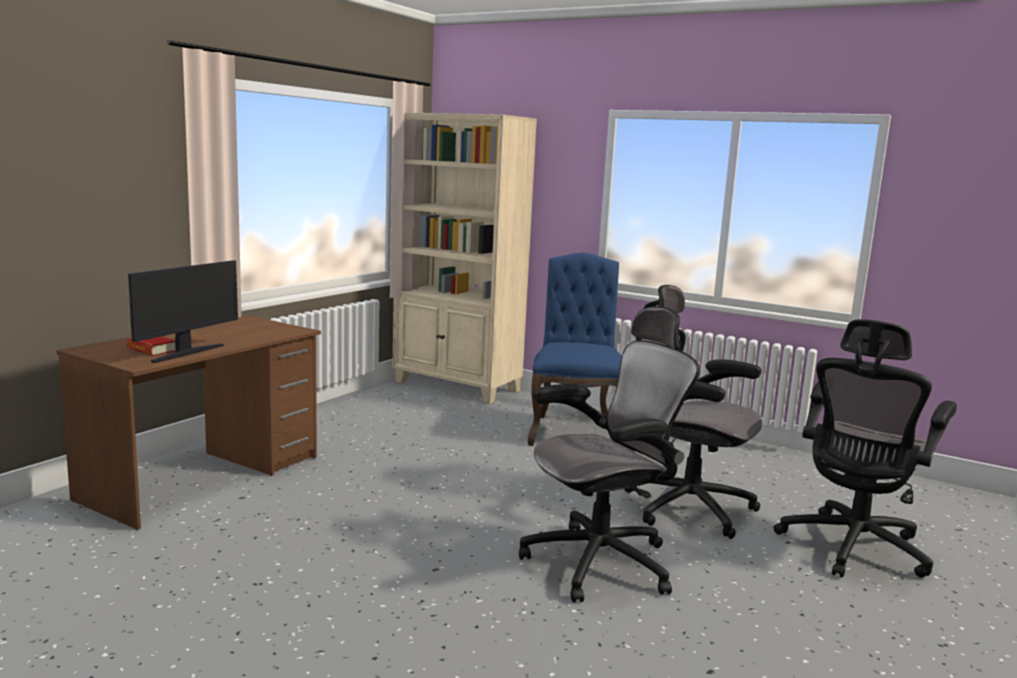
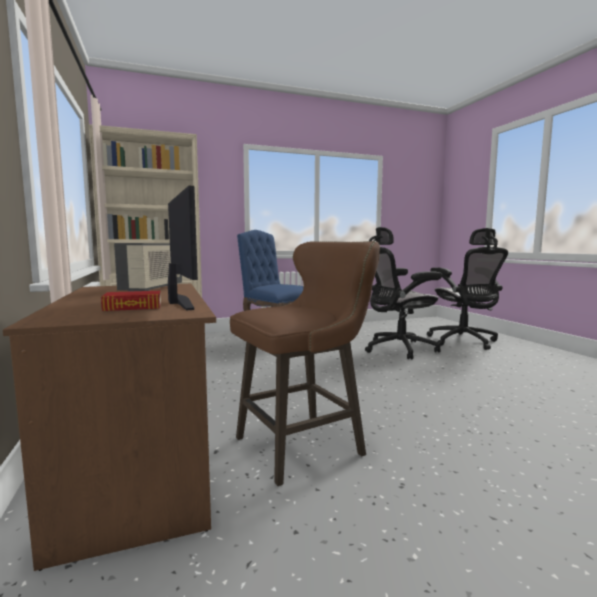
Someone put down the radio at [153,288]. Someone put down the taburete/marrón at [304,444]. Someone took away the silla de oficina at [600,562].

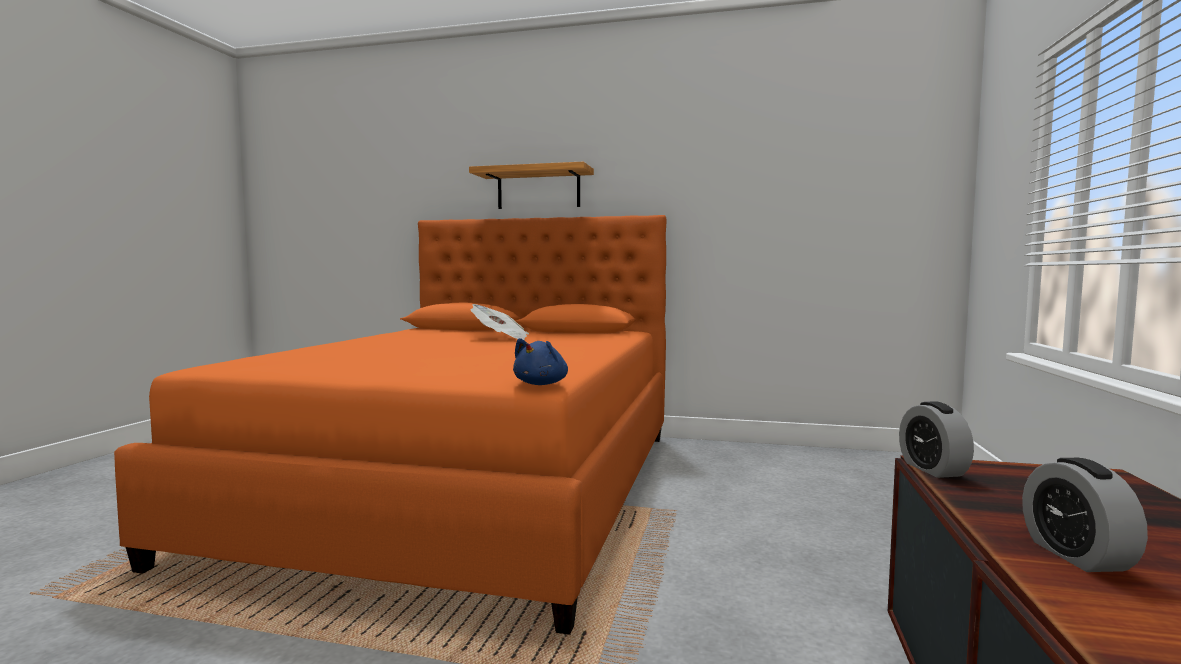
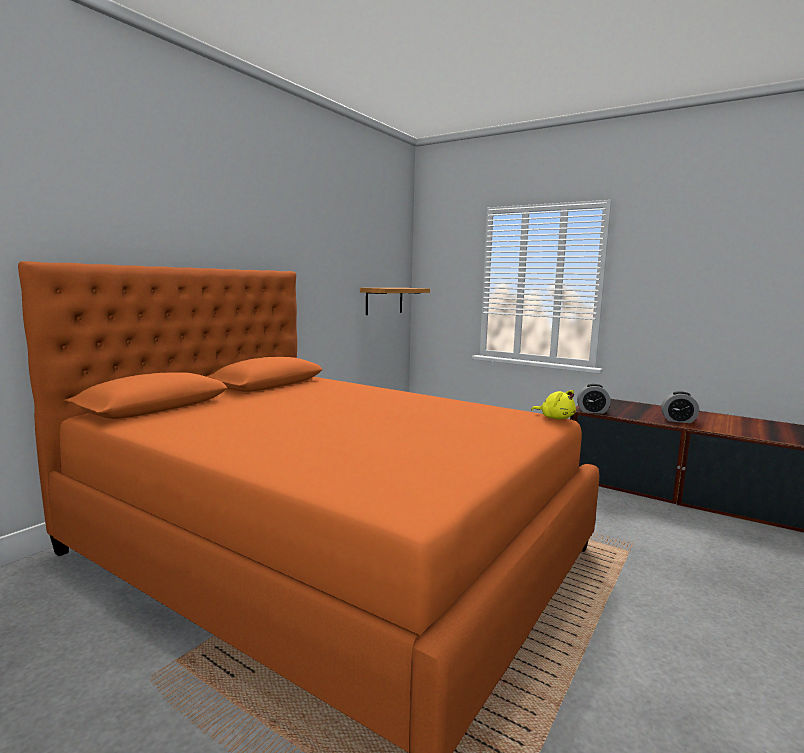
Someone carried the estante from [538,189] to [384,300]. Someone repainted the peluche/azul at [542,384], which became the peluche/amarillo at [555,418]. Someone took away the periódico at [501,338].

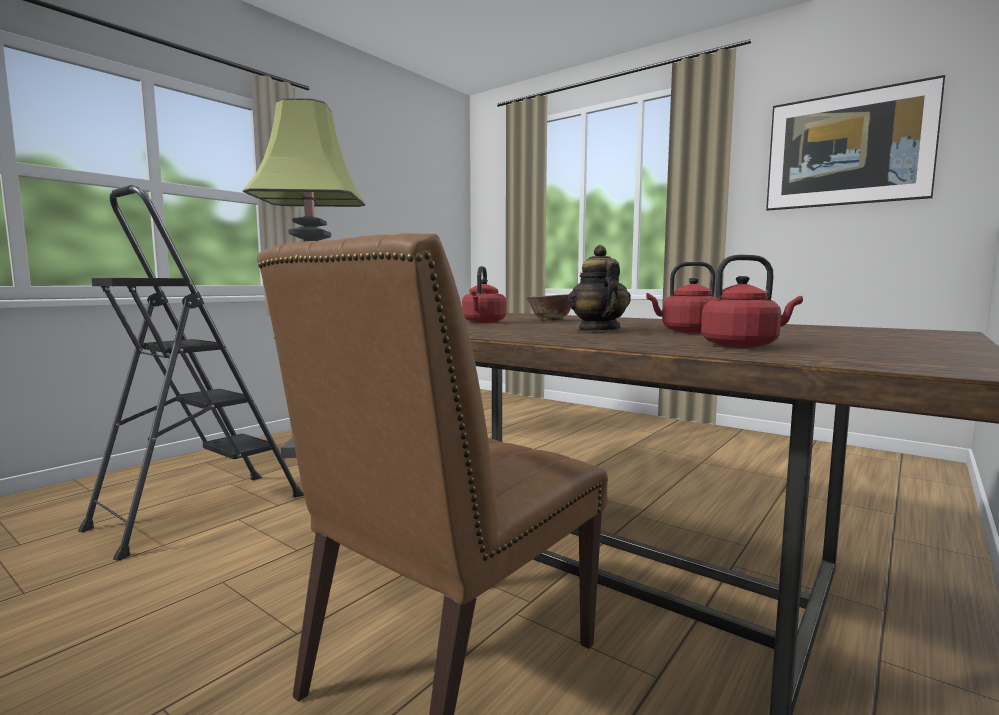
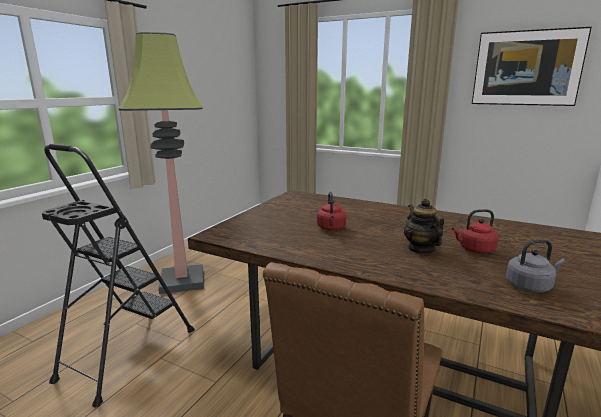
Someone repainted the hervidor/rojo at [743,346], which became the hervidor/gris at [530,286]. Someone took away the cuenco at [551,320].

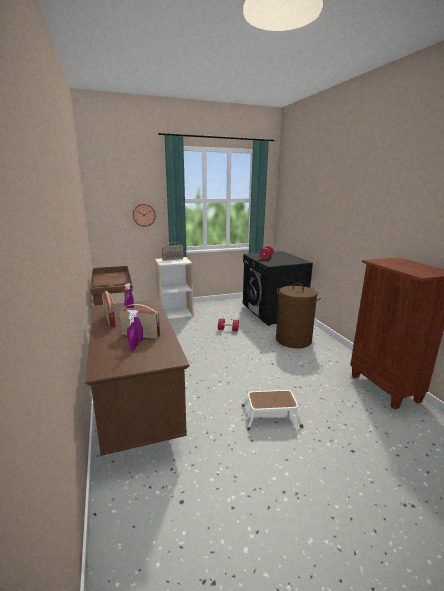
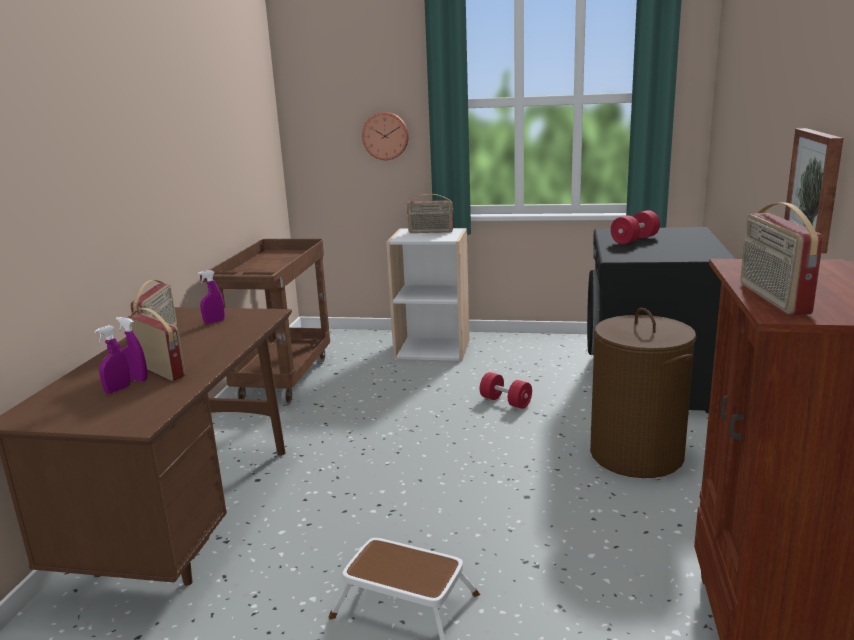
Someone put down the radio at [772,298]. Someone put up the cuadro at [816,188].

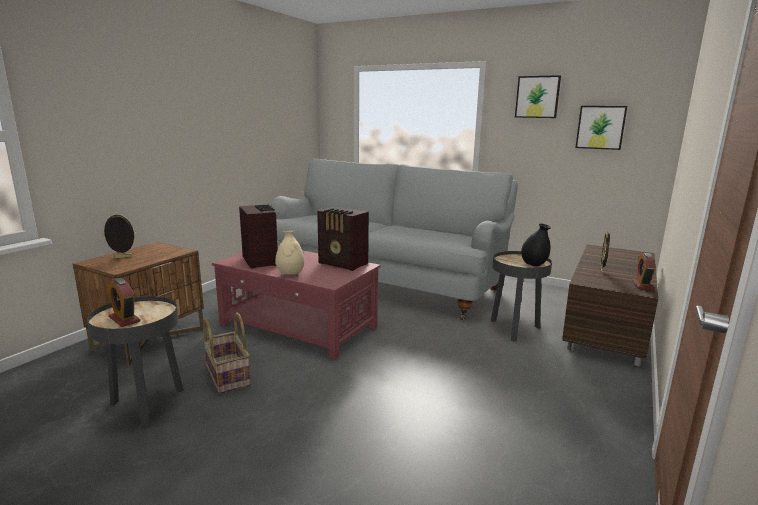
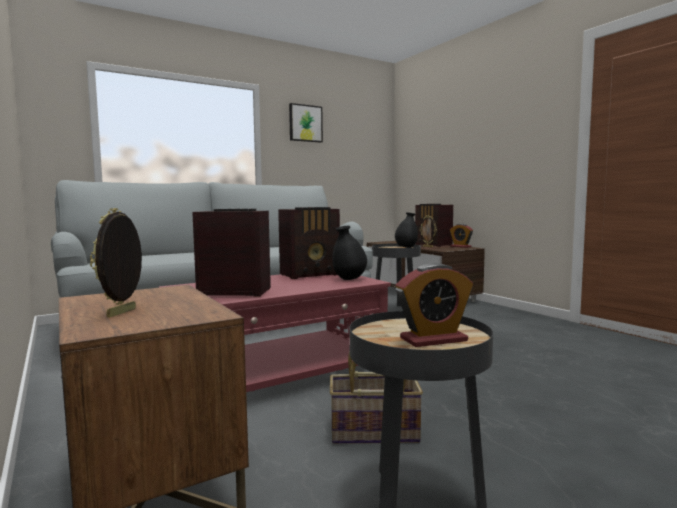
Someone put down the florero/negro at [349,279]. Someone put down the radio at [433,245]. Someone took away the florero/beis at [290,274]. Someone took away the cuadro at [600,127].

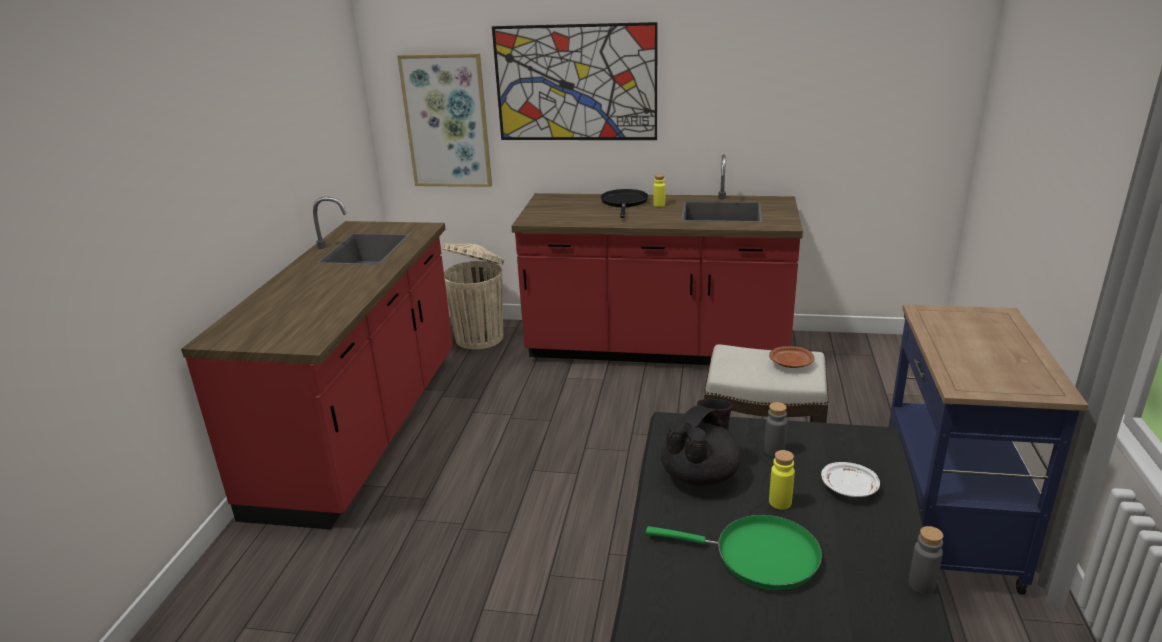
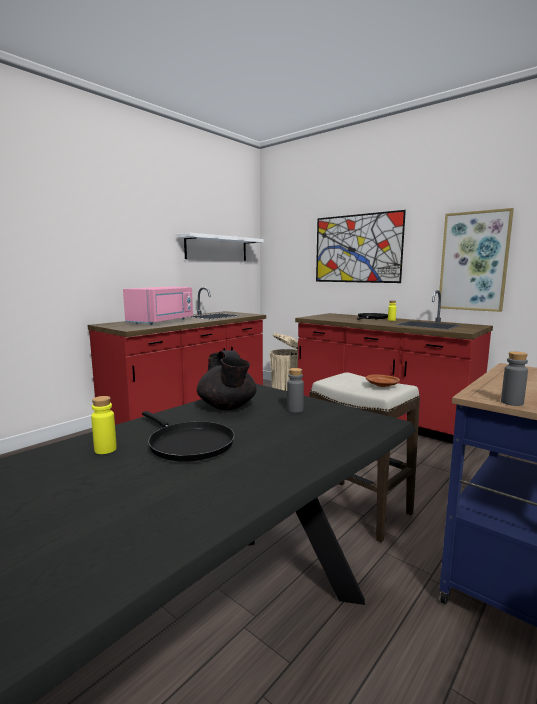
Someone carried the botella/amarillo from [780,502] to [105,449]. Someone put down the microondas/rosa at [162,321]. Someone repainted the sartén/verde at [759,556], which became the sartén/negro at [188,444]. Someone put up the estante/blanco at [216,248]. Someone rotated the tetera/negro at [700,475] by 90 degrees clockwise. Someone carried the cuadro from [447,121] to [473,261]. Someone carried the botella/gris from [921,584] to [512,403]. Someone took away the plato/blanco at [849,488].

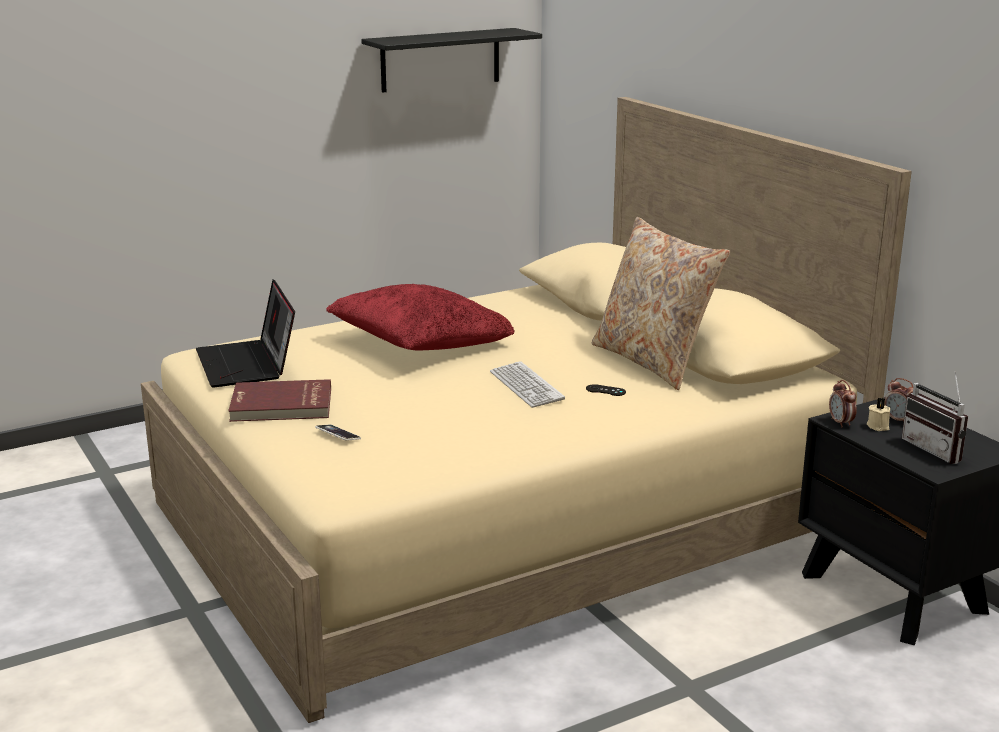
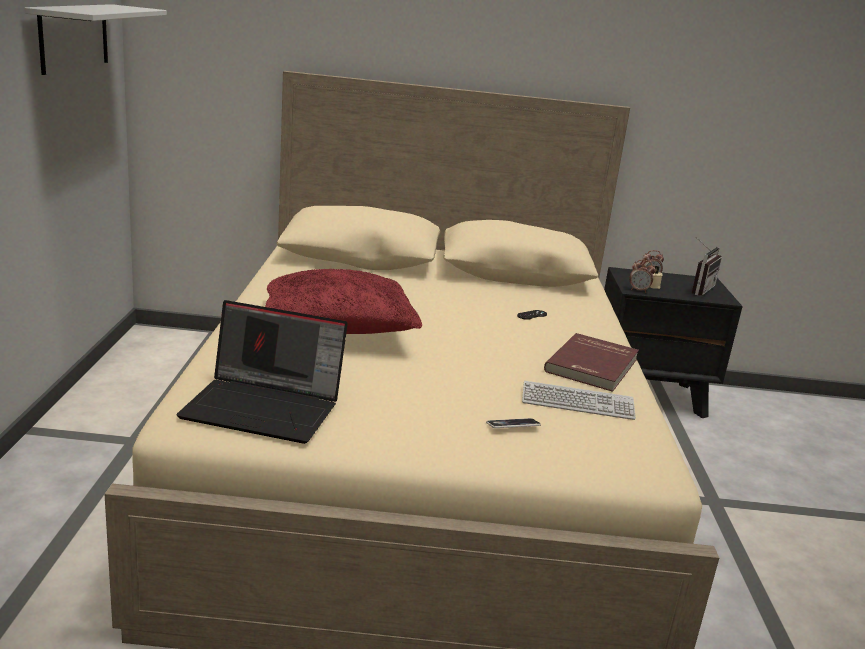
Someone repainted the estante/negro at [440,60], which became the estante/blanco at [74,37]. Someone carried the teclado from [526,386] to [577,402]. Someone carried the libro/rojo from [281,405] to [593,366]. Someone rotated the radio at [937,450] by 60 degrees counterclockwise. Someone took away the cojín/beis at [653,362].

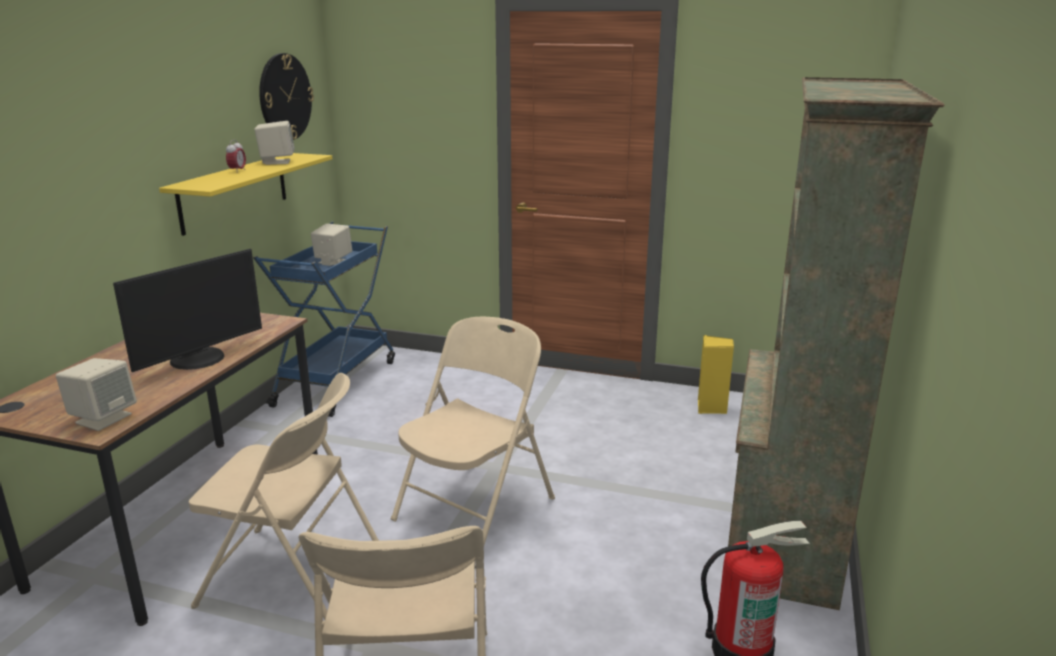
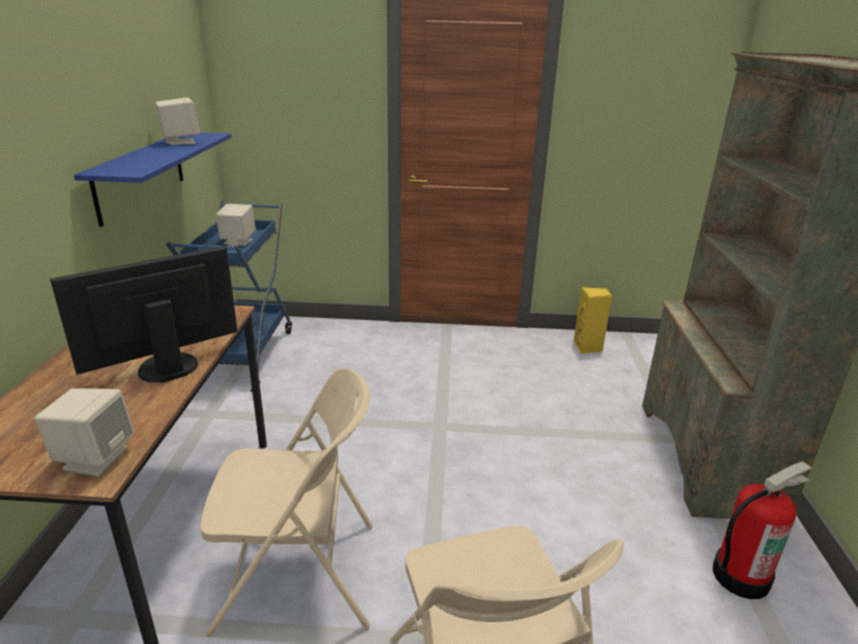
Someone rotated the monitor at [199,359] by 150 degrees counterclockwise. Someone repainted the estante/amarillo at [234,192], which became the estante/azul at [141,175]. Someone took away the despertador at [237,171]. Someone took away the reloj de pared at [285,97]. Someone took away the silla/beis at [475,509].

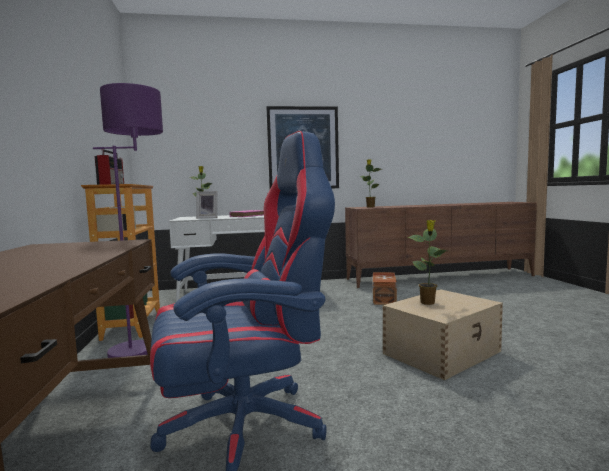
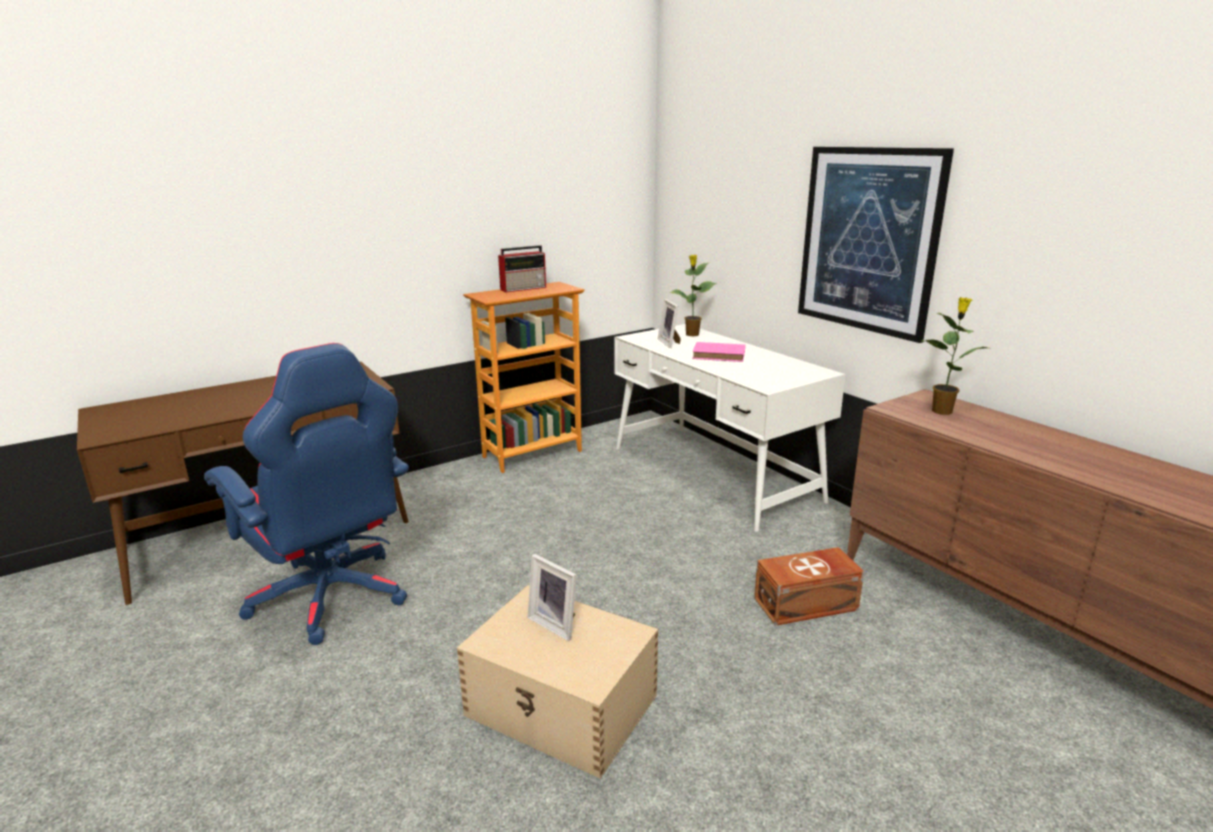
Someone swapped the planta en maceta at [428,303] for the portarretratos at [556,623]. Someone took away the lámpara de pie/morado at [144,352].

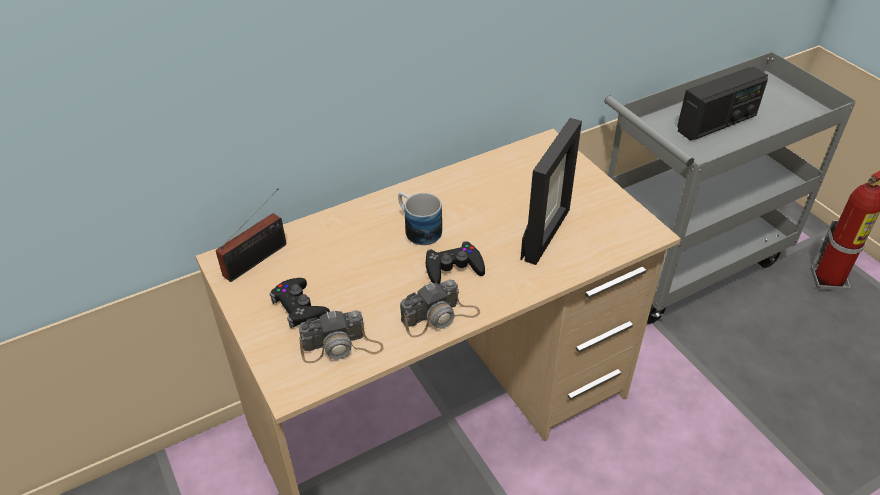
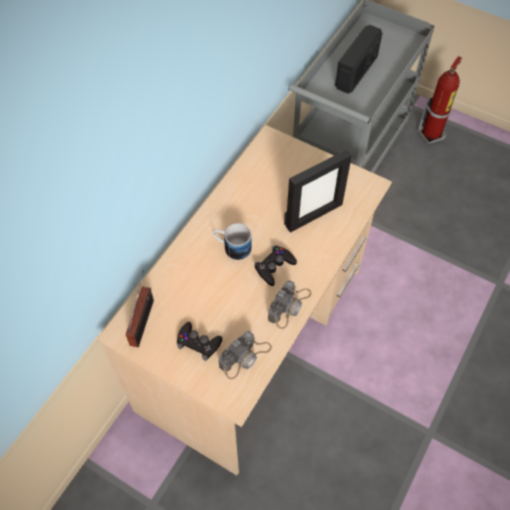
Someone rotated the portarretratos at [545,234] by 60 degrees clockwise.

